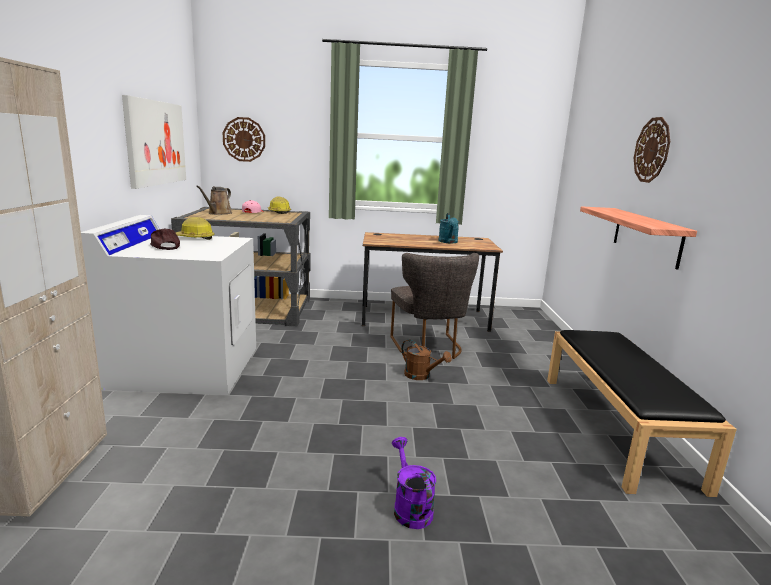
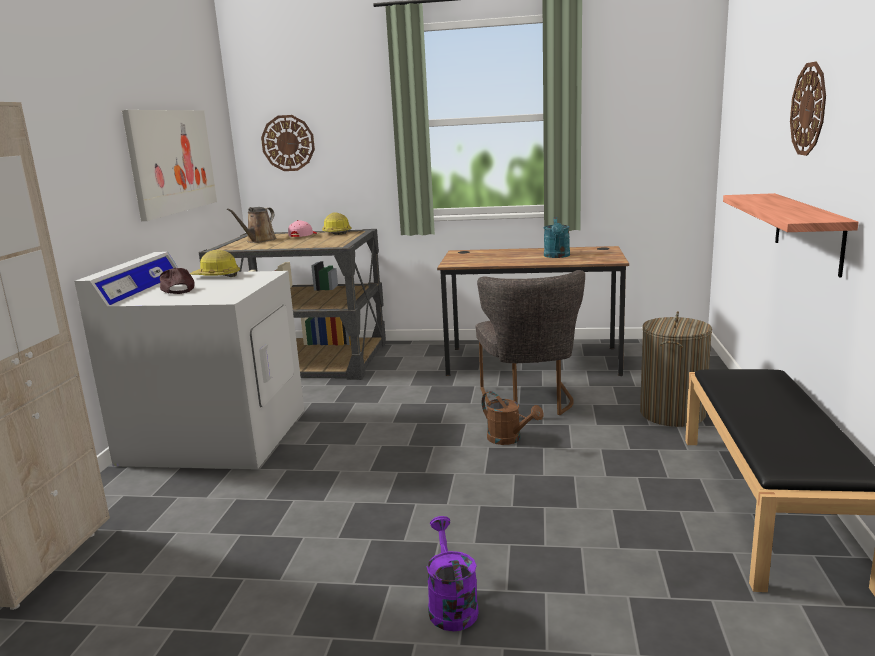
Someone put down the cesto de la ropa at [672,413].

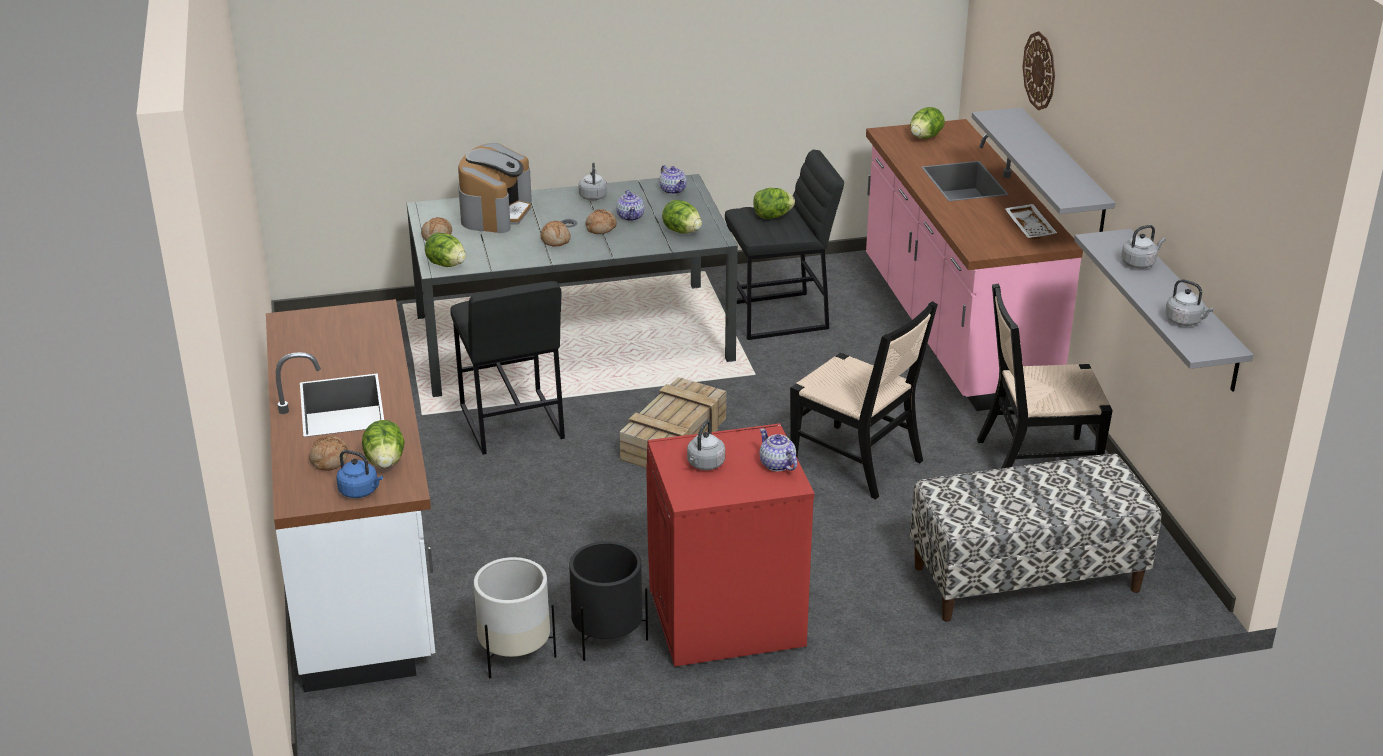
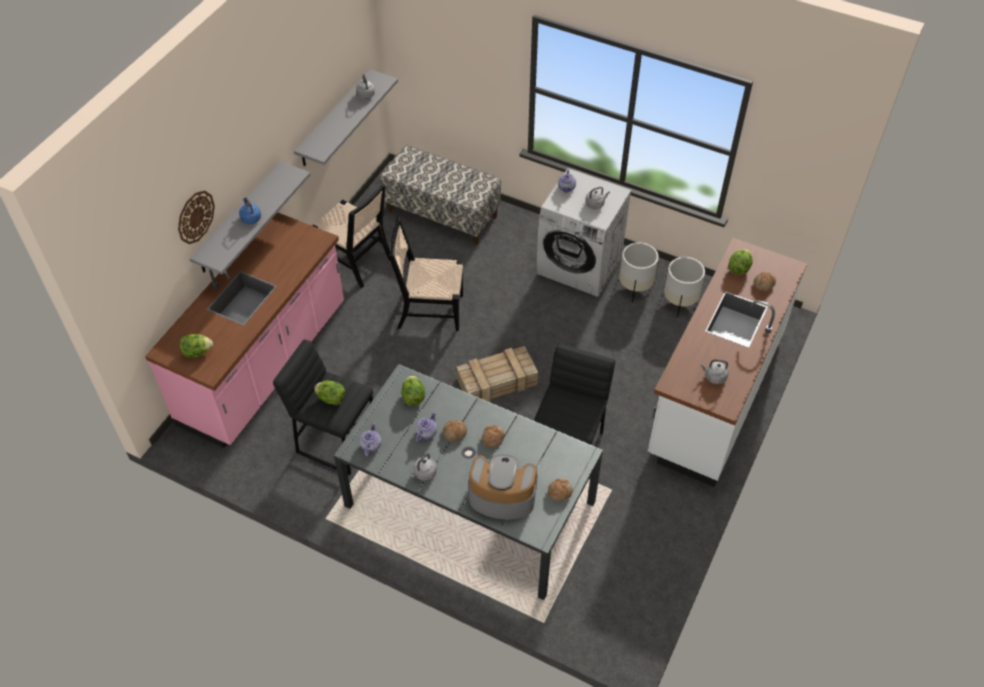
Someone carried the hervidor/azul from [360,491] to [250,218]. Someone rotated the silla at [856,461] by 75 degrees counterclockwise. Someone rotated the cafetera at [495,212] by 45 degrees clockwise. Someone repainted the lavadora/rojo at [725,619], which became the lavadora/blanco at [579,267]. Someone repainted the maceta/negro at [607,638], which became the maceta/blanco at [635,287]. Someone carried the hervidor/gris from [1139,263] to [714,377]. Someone took away the lechuga at [446,264]. Someone took away the bandeja/blanco at [1030,228].

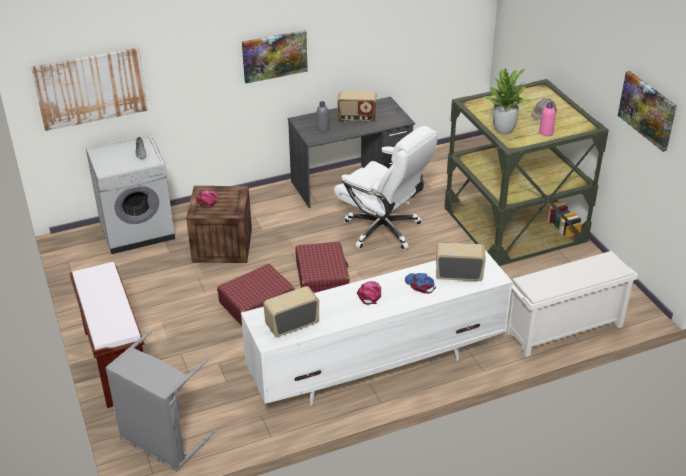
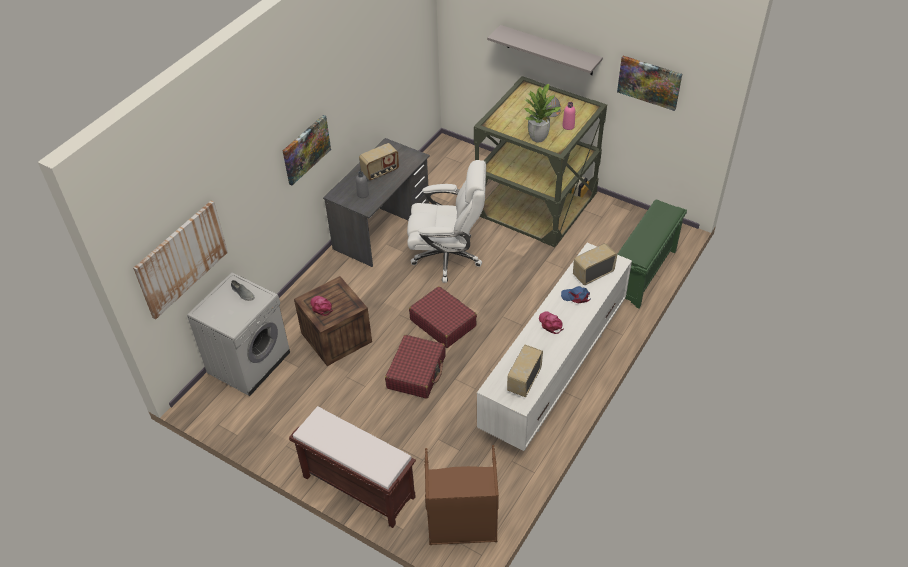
Someone repainted the cesto de la ropa/gris at [162,441], which became the cesto de la ropa/marrón at [462,527]. Someone put up the estante/gris at [549,50]. Someone repainted the zapatero/blanco at [563,330], which became the zapatero/verde at [644,274].

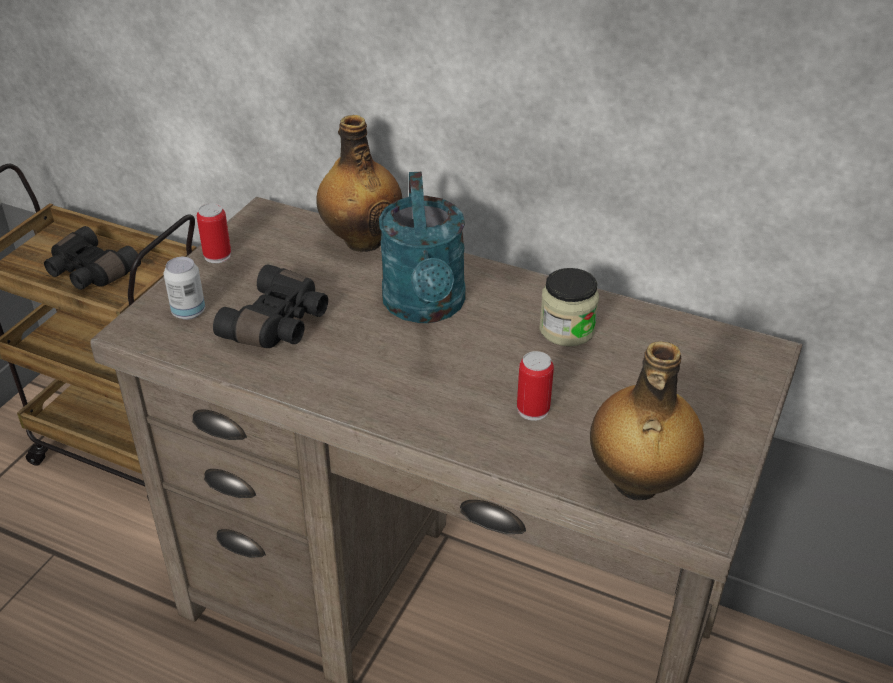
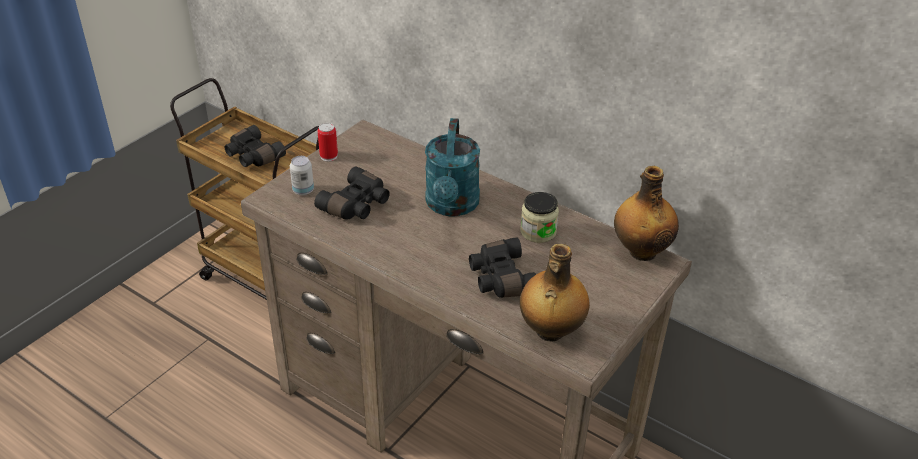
Someone swapped the lata at [533,409] for the prismáticos/negro at [500,278]. Someone carried the botella from [362,240] to [641,251].

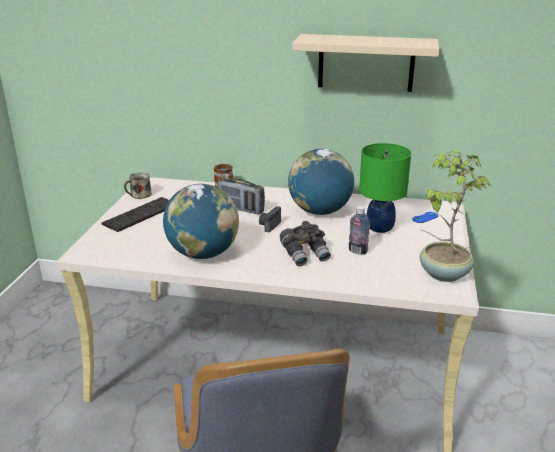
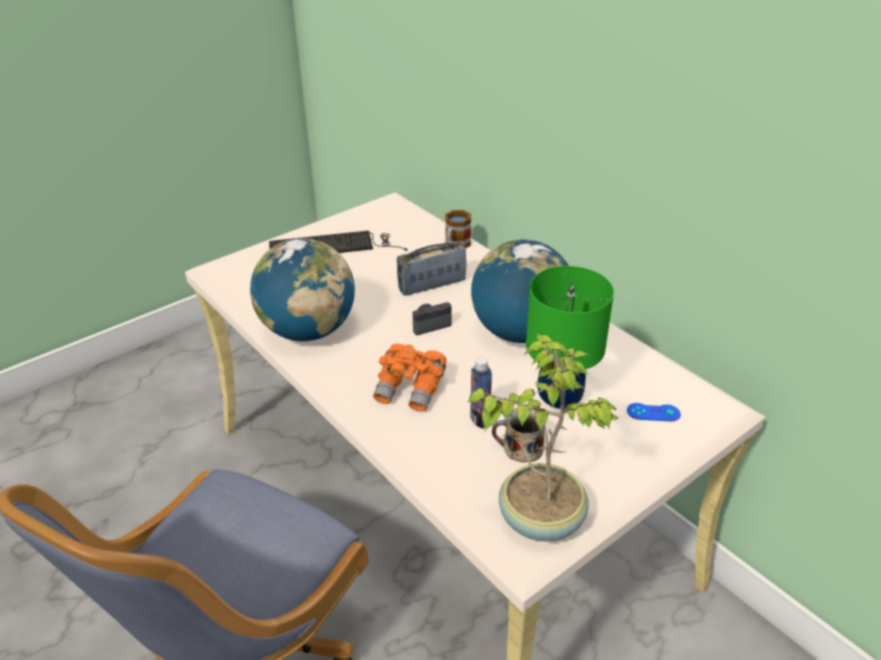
Someone repainted the prismáticos/gris at [305,254], which became the prismáticos/naranja at [411,389]. Someone rotated the radio at [241,209] by 90 degrees clockwise. Someone carried the taza grande from [140,195] to [520,448]. Someone took away the estante/beis at [366,63].

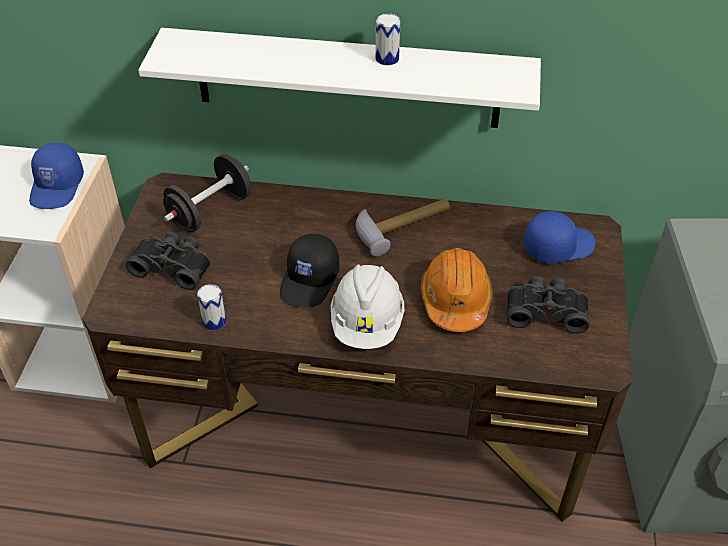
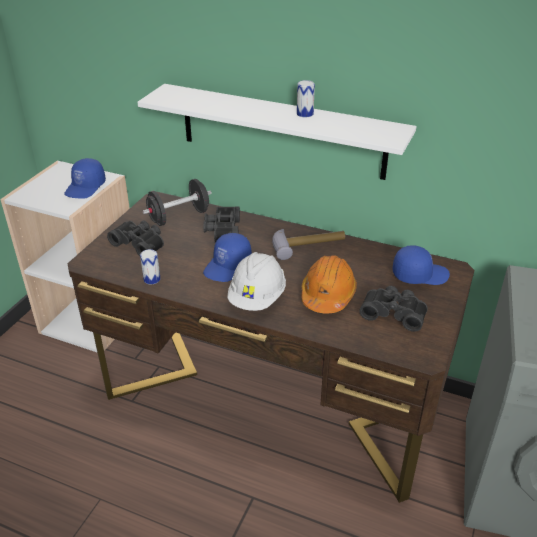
Someone put down the prismáticos/negro at [222,230]. Someone repainted the gorra/negro at [310,281], which became the gorra/azul at [228,266].

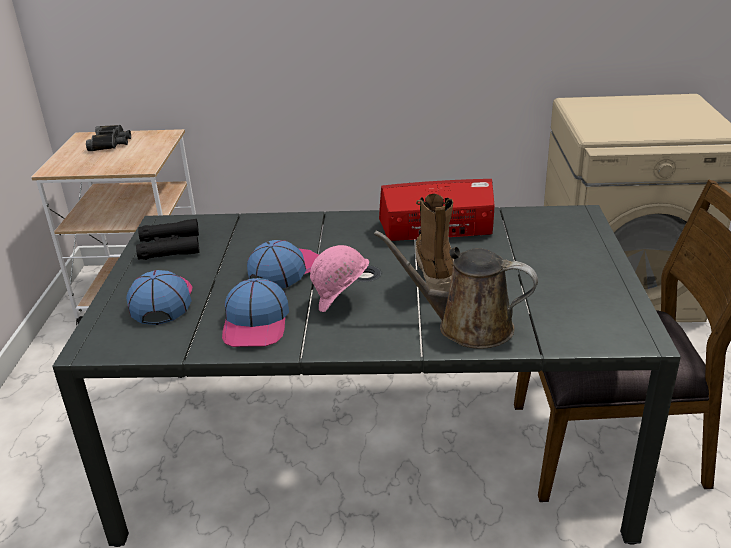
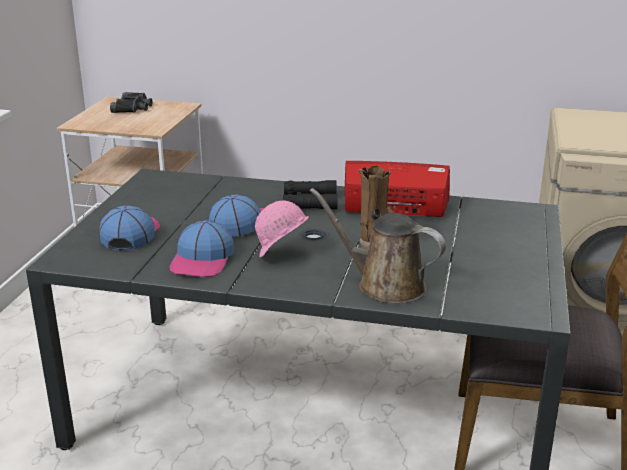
Someone carried the prismáticos/negro from [170,246] to [310,202].

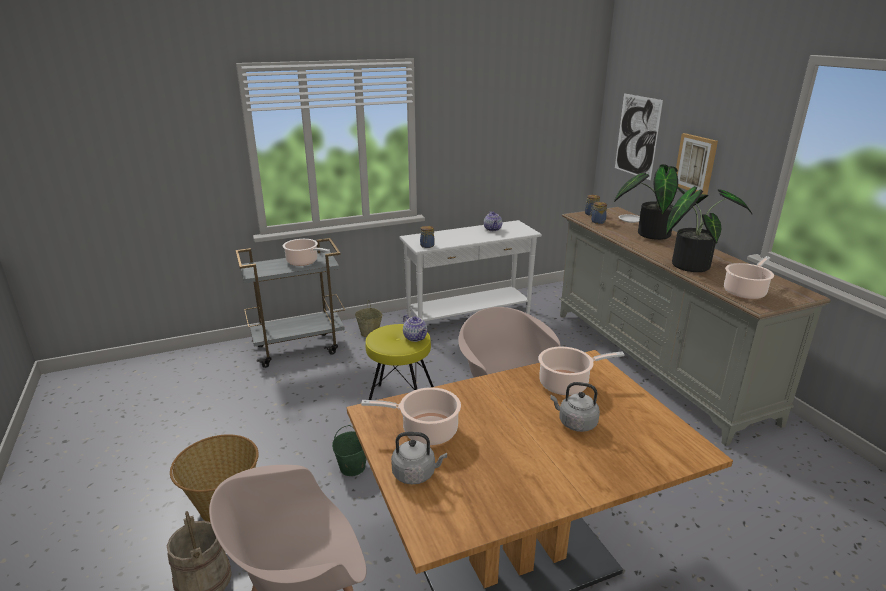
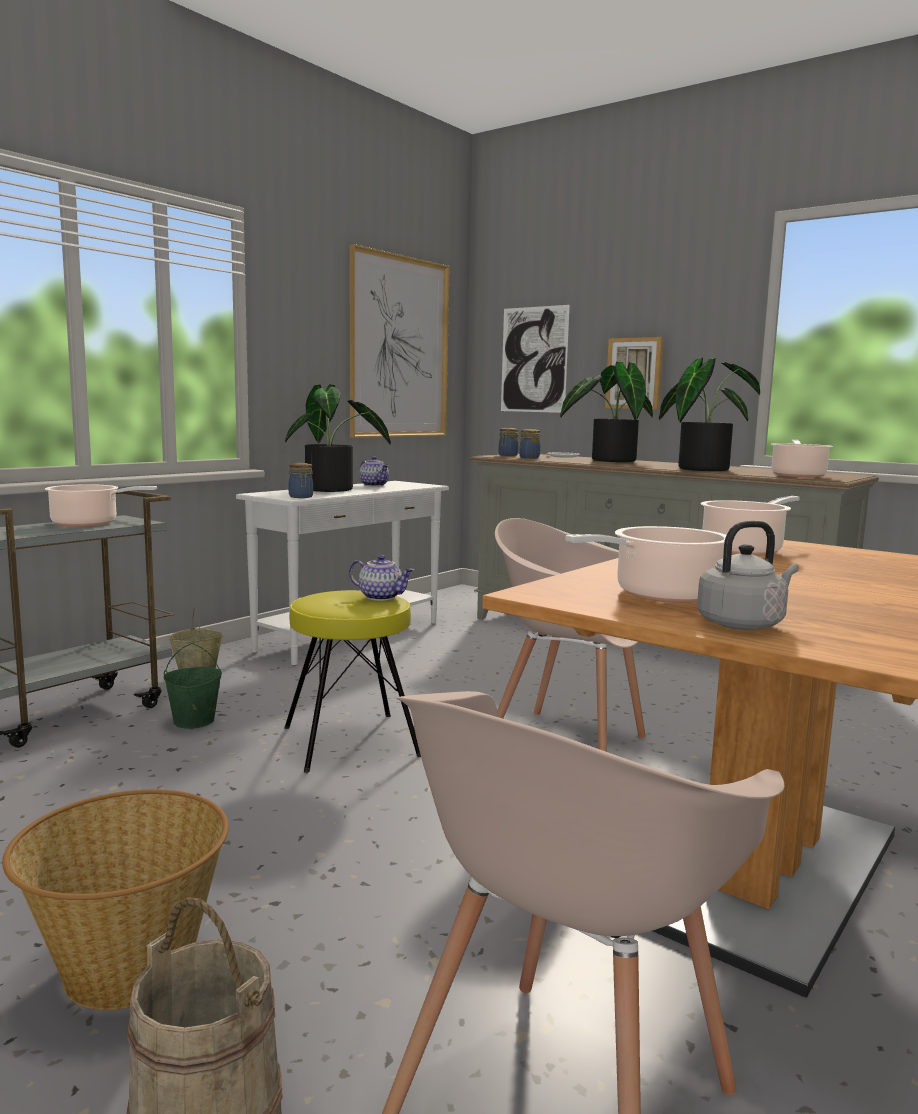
Someone carried the cubo/verde from [352,468] to [193,721]. Someone put down the planta en maceta at [335,490]. Someone put up the cuadro at [399,348]. Someone took away the hervidor/gris at [575,423].

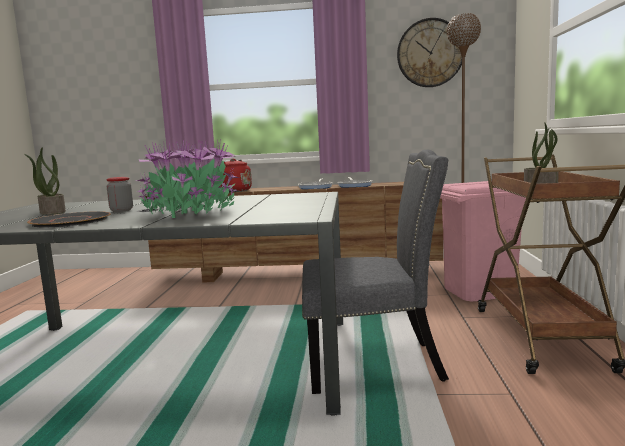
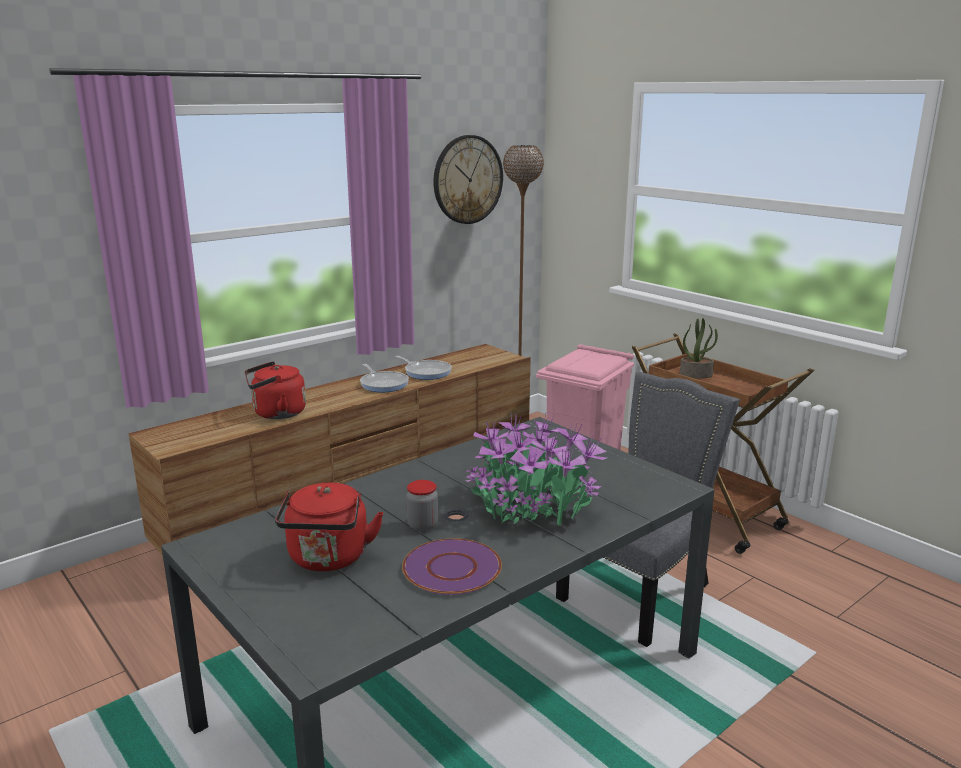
Someone swapped the planta en maceta at [52,212] for the hervidor/rojo at [328,559]. Someone repainted the plato/negro at [71,221], which became the plato/morado at [451,568].

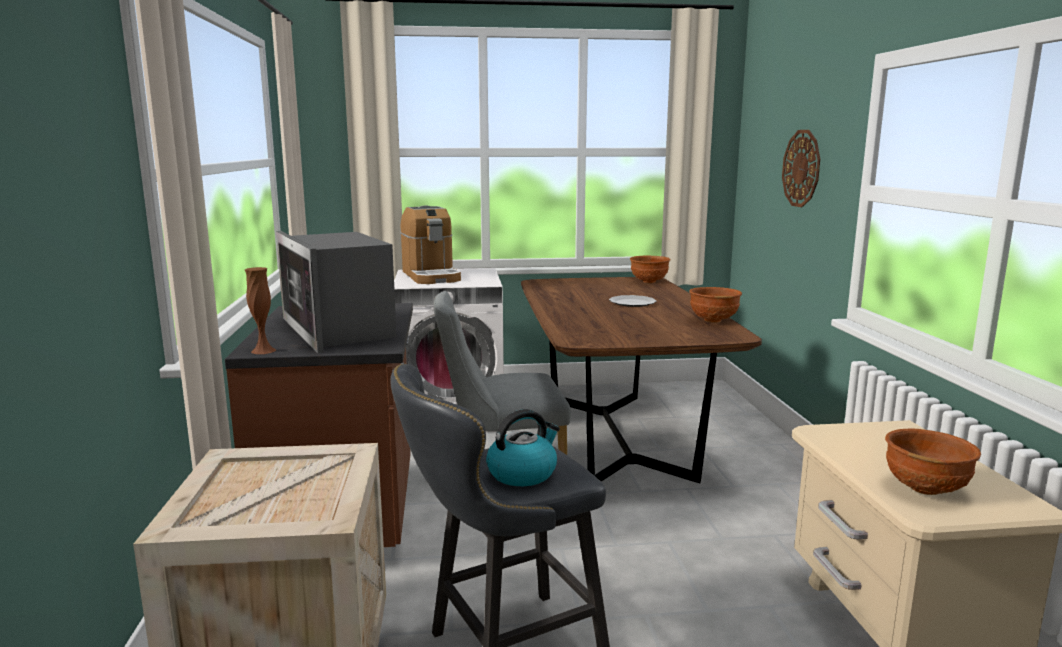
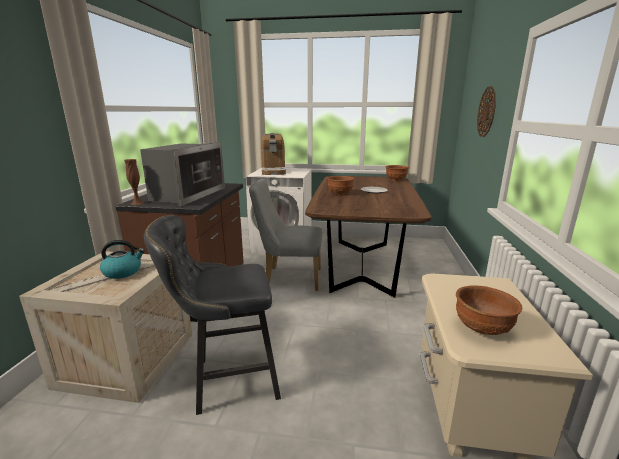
Someone carried the hervidor from [522,473] to [123,272]. Someone rotated the microondas at [338,329] by 150 degrees counterclockwise. Someone carried the cuenco/marrón from [713,320] to [340,194].

